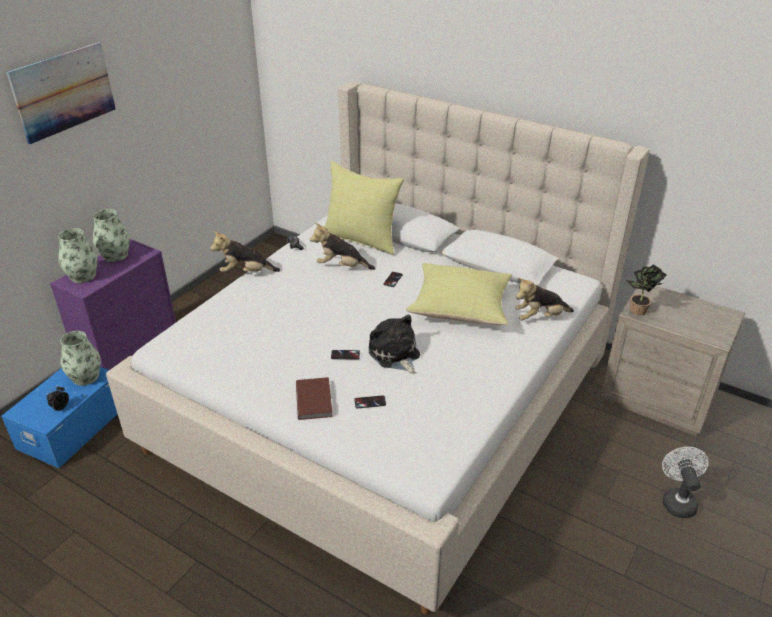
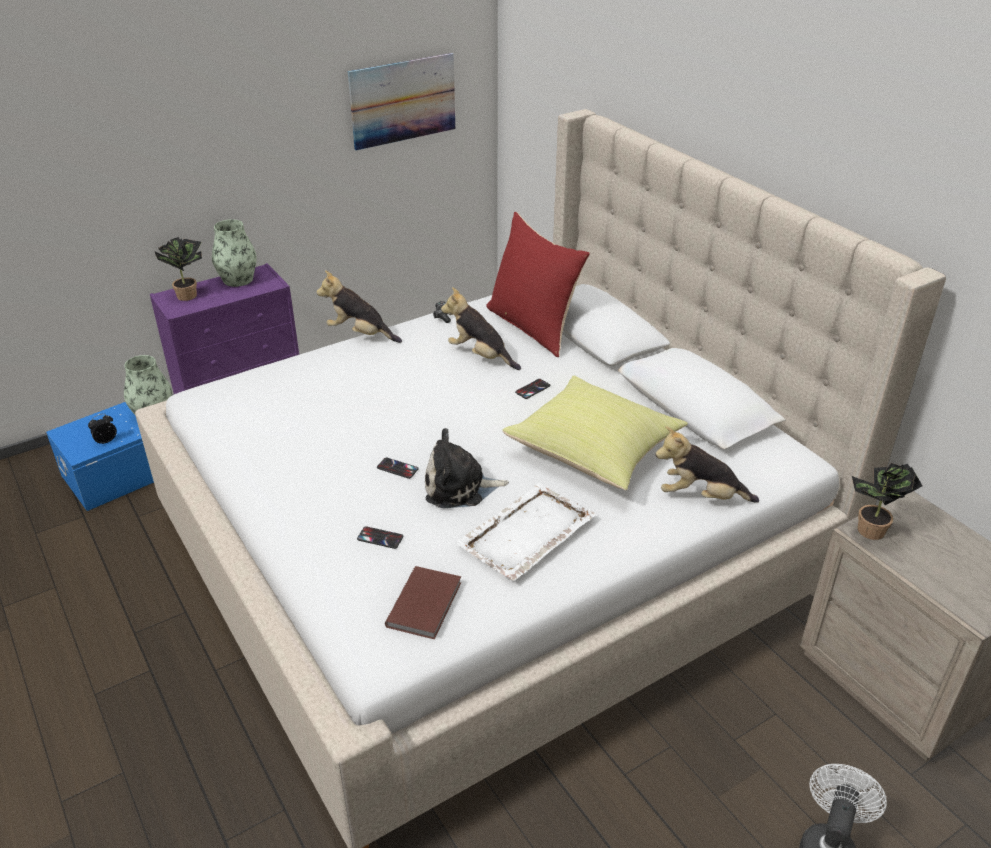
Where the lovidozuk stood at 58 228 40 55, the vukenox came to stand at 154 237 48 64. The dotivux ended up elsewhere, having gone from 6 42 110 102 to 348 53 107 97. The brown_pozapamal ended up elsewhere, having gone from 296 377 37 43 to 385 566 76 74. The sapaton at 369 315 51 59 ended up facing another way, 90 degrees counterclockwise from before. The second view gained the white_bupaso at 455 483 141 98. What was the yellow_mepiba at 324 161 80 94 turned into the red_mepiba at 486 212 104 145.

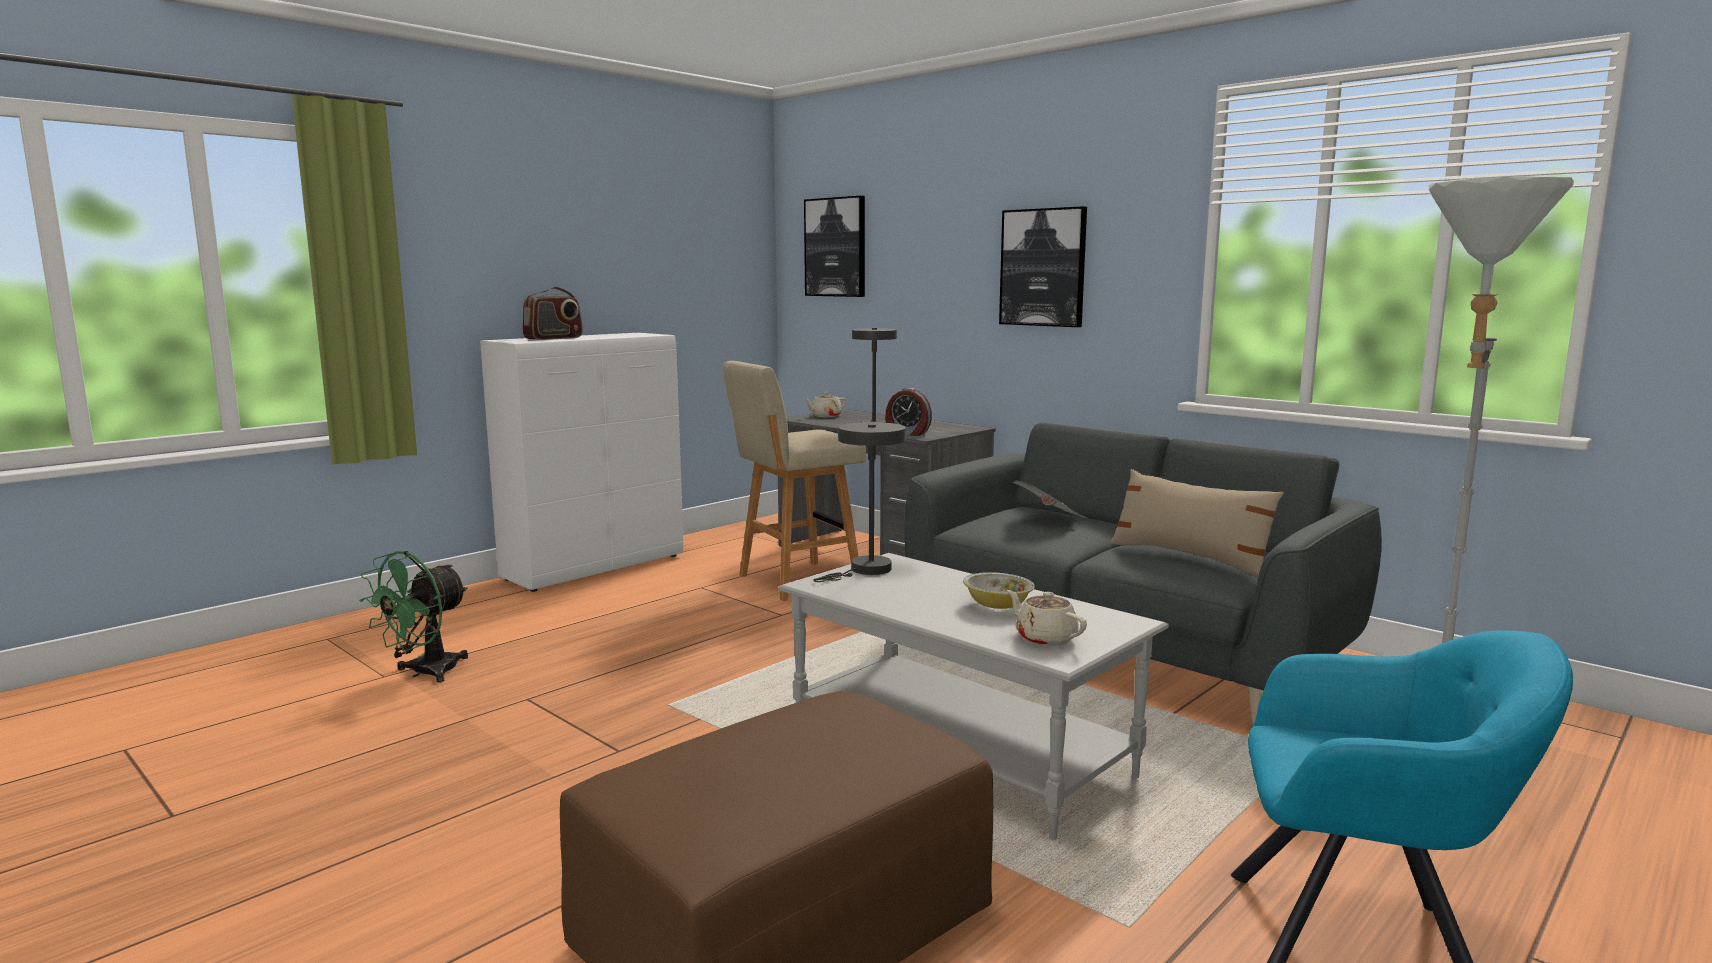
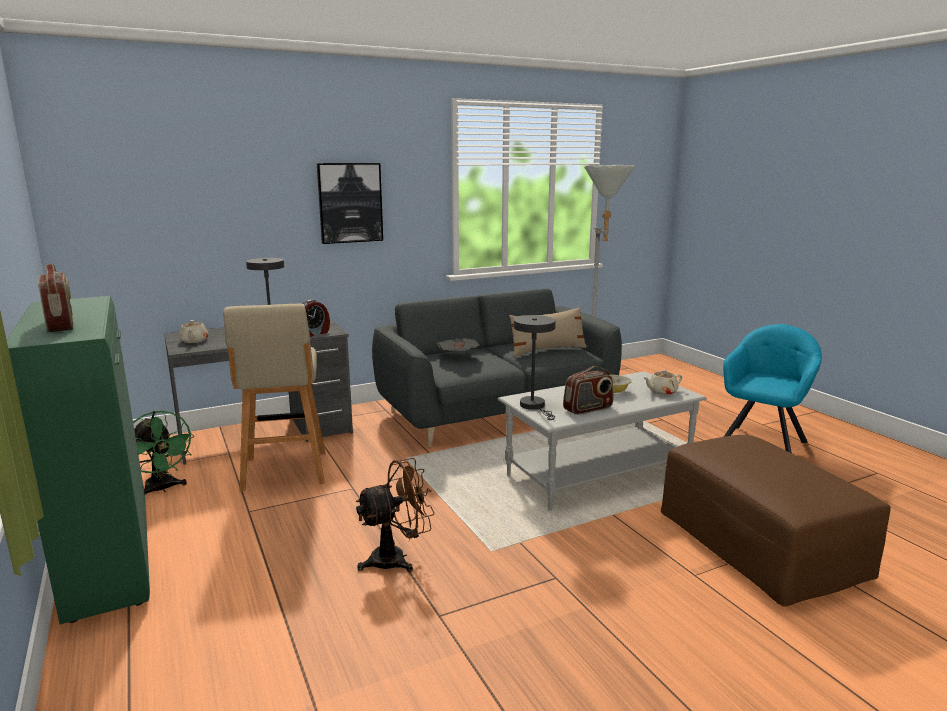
What was the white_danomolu at 480 333 204 259 turned into the green_danomolu at 7 296 143 328. The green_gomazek ended up elsewhere, having gone from 359 551 109 131 to 133 411 61 83. The second view gained the brown_gomazek at 356 458 79 114. The second view gained the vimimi at 563 366 50 49. The second view lost the dotivux at 804 196 61 101.

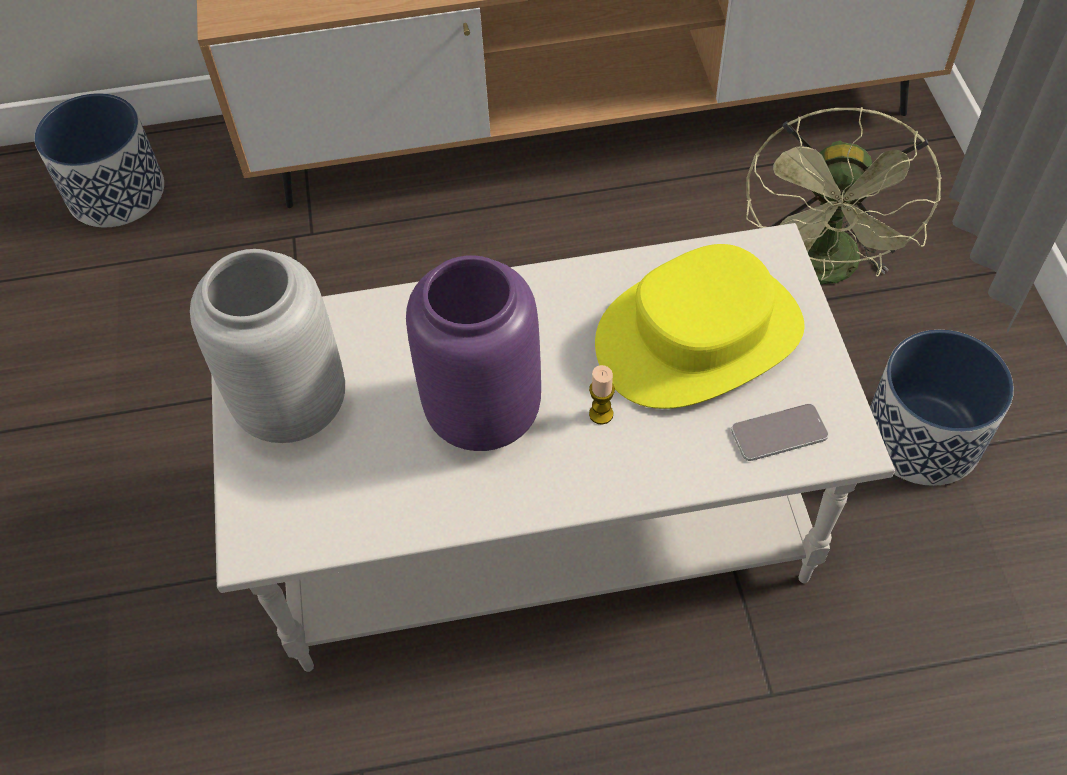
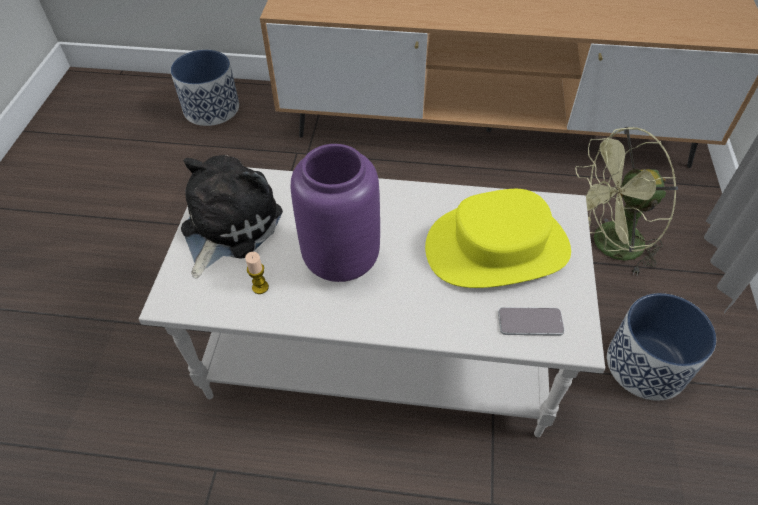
Where the grey_lovidozuk stood at 190 249 155 194, the sapaton came to stand at 181 155 102 123. The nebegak ended up elsewhere, having gone from 589 365 26 60 to 245 252 24 42. The green_gomazek at 746 107 196 177 ended up facing another way, 45 degrees clockwise from before.

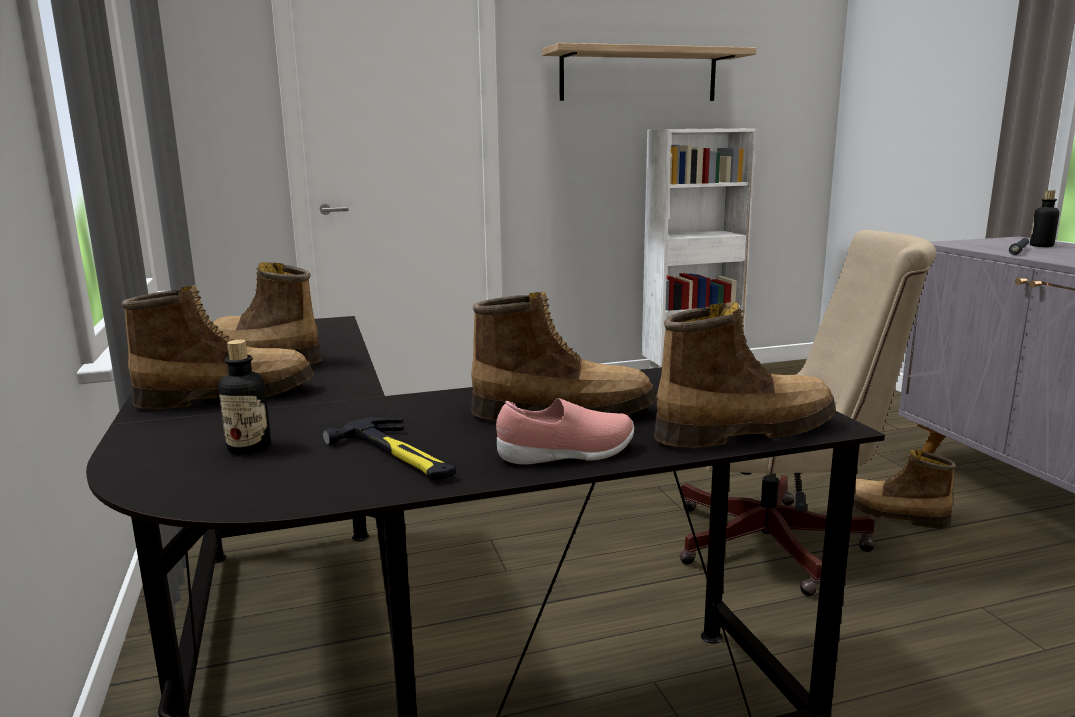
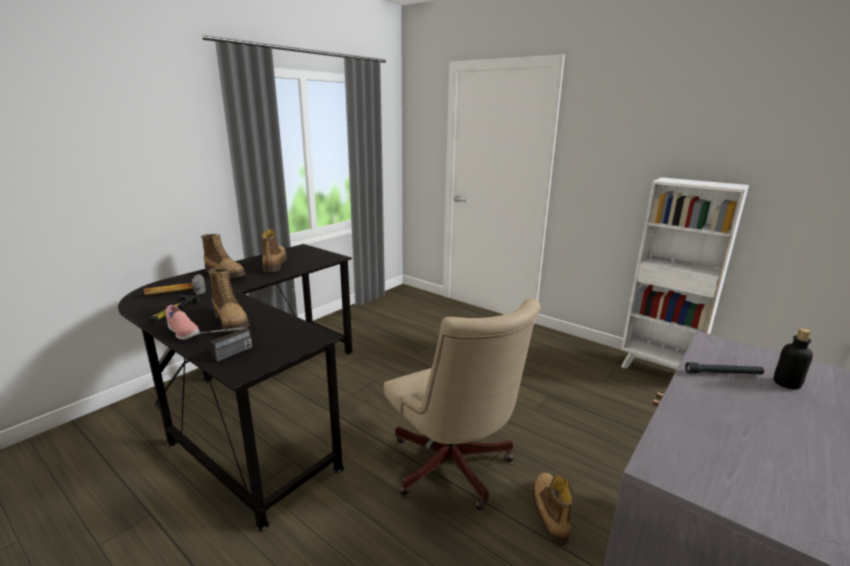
Where the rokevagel stood at 219 340 52 115, the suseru came to stand at 144 274 62 21. Where the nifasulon stood at 654 302 182 146, the vimimi came to stand at 185 327 68 35. The second view lost the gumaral at 542 43 215 58.

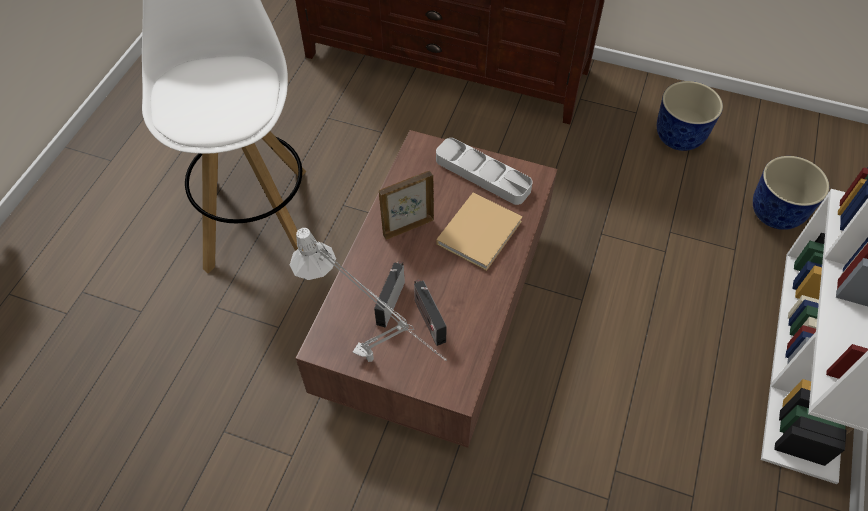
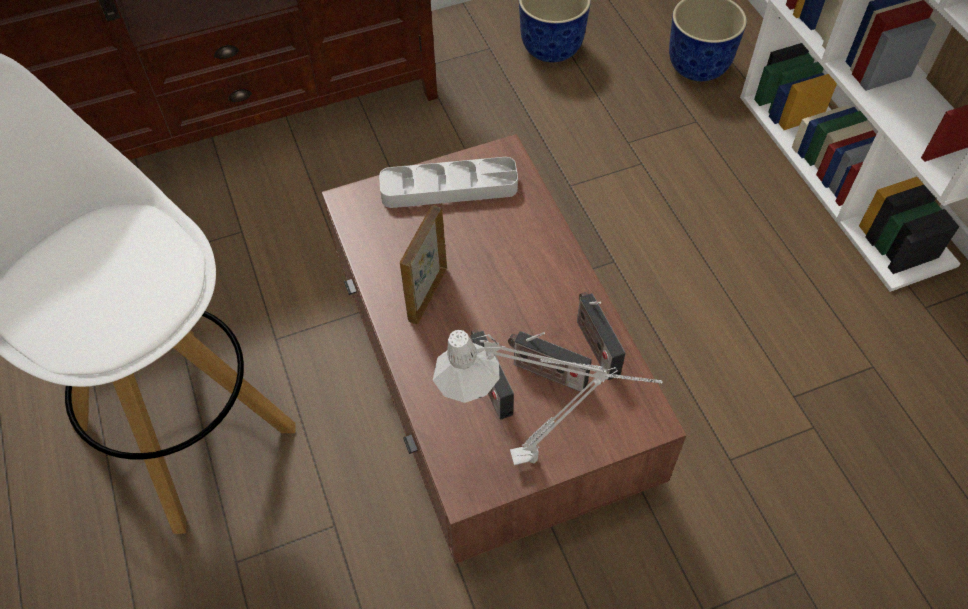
The second view gained the vimimi at 577 292 49 88. The second view lost the beige_pozapamal at 436 192 86 79.

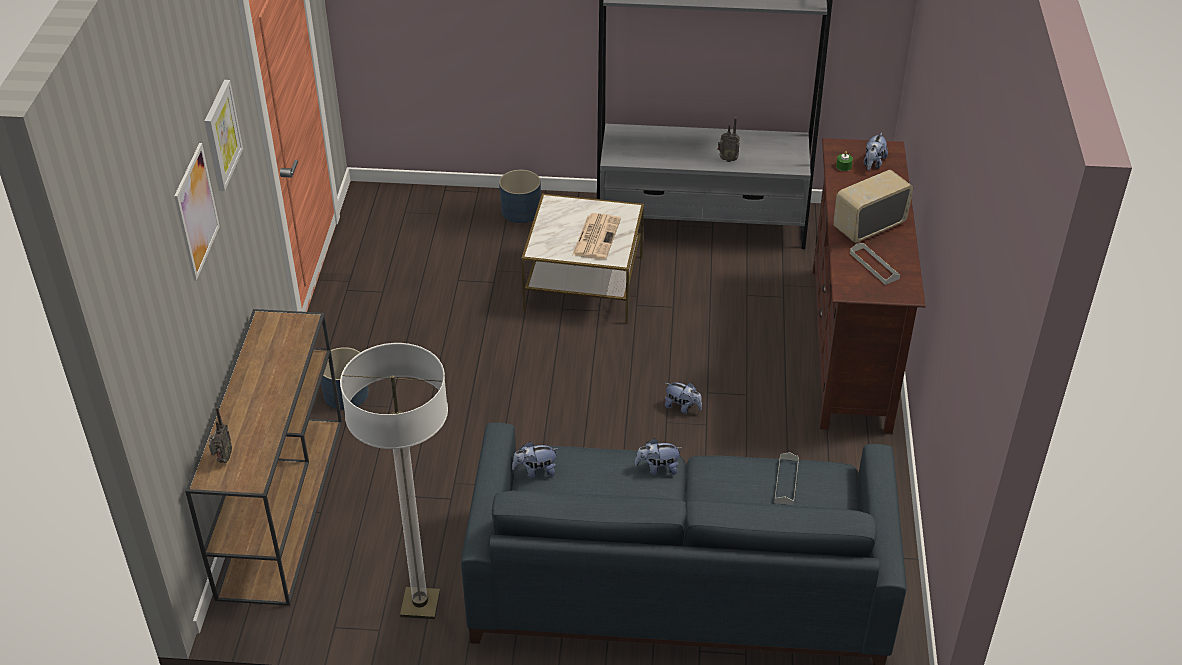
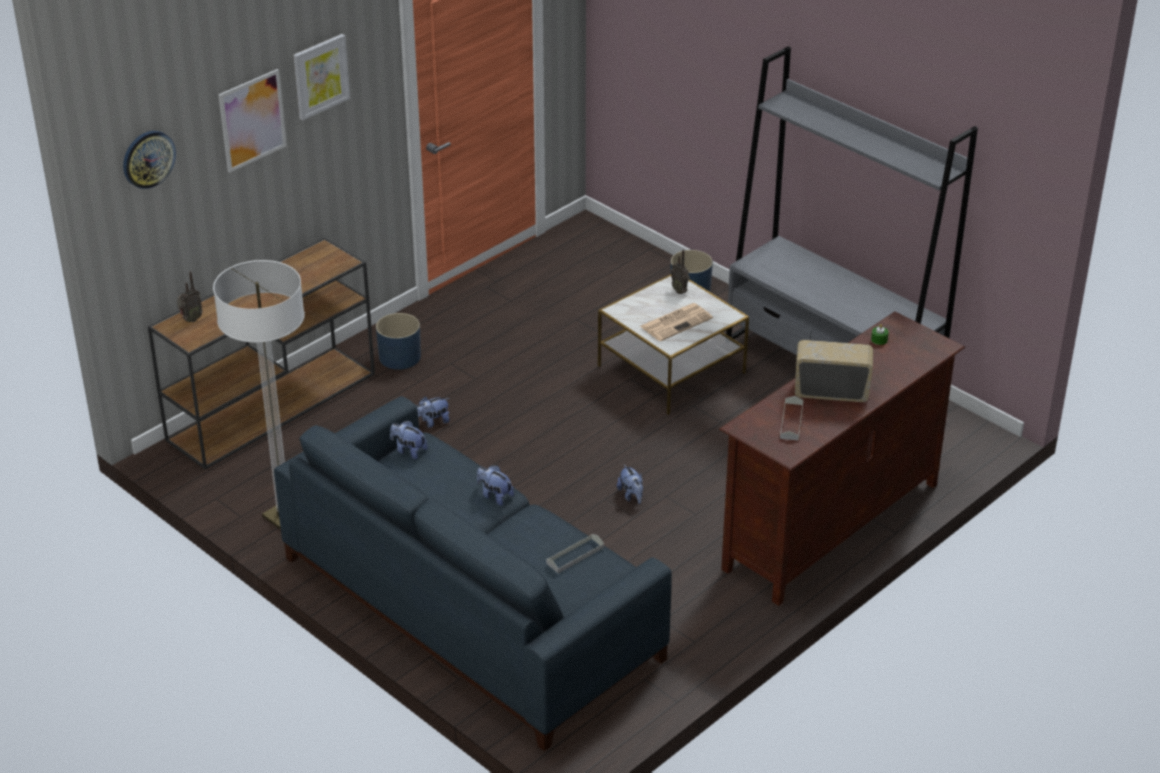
The second view gained the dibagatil at 123 131 53 58. The sapaton ended up elsewhere, having gone from 864 133 24 37 to 417 397 33 31. The vimimi ended up elsewhere, having gone from 718 117 22 45 to 671 249 19 45.

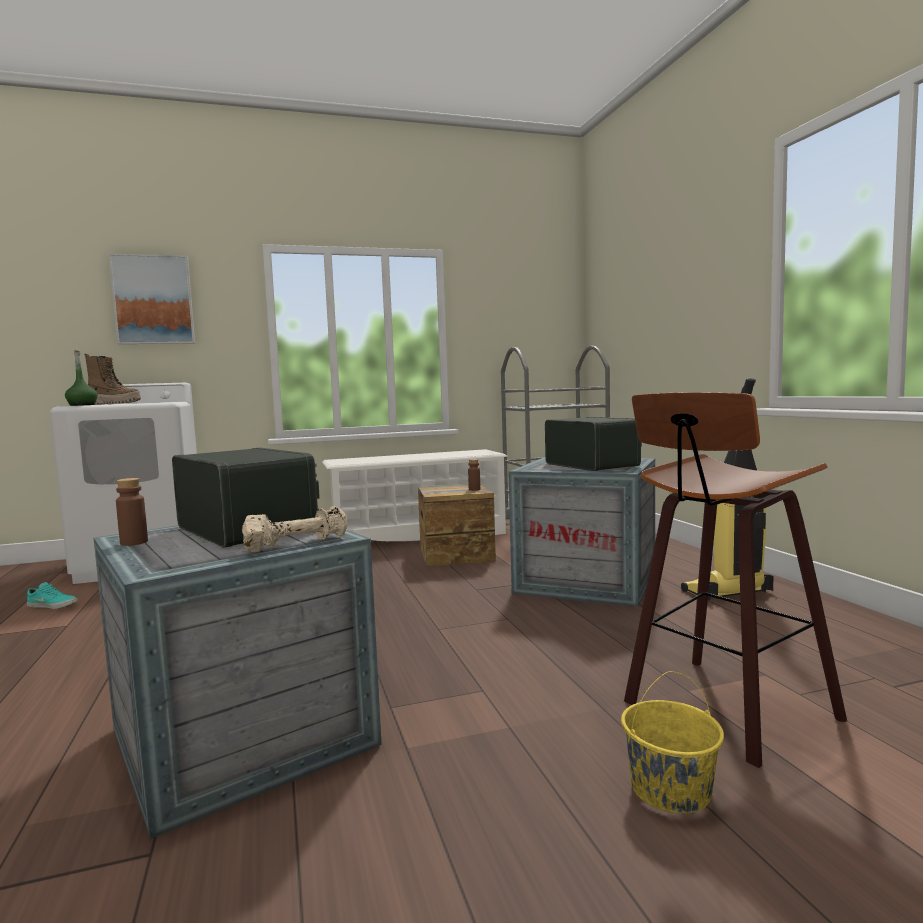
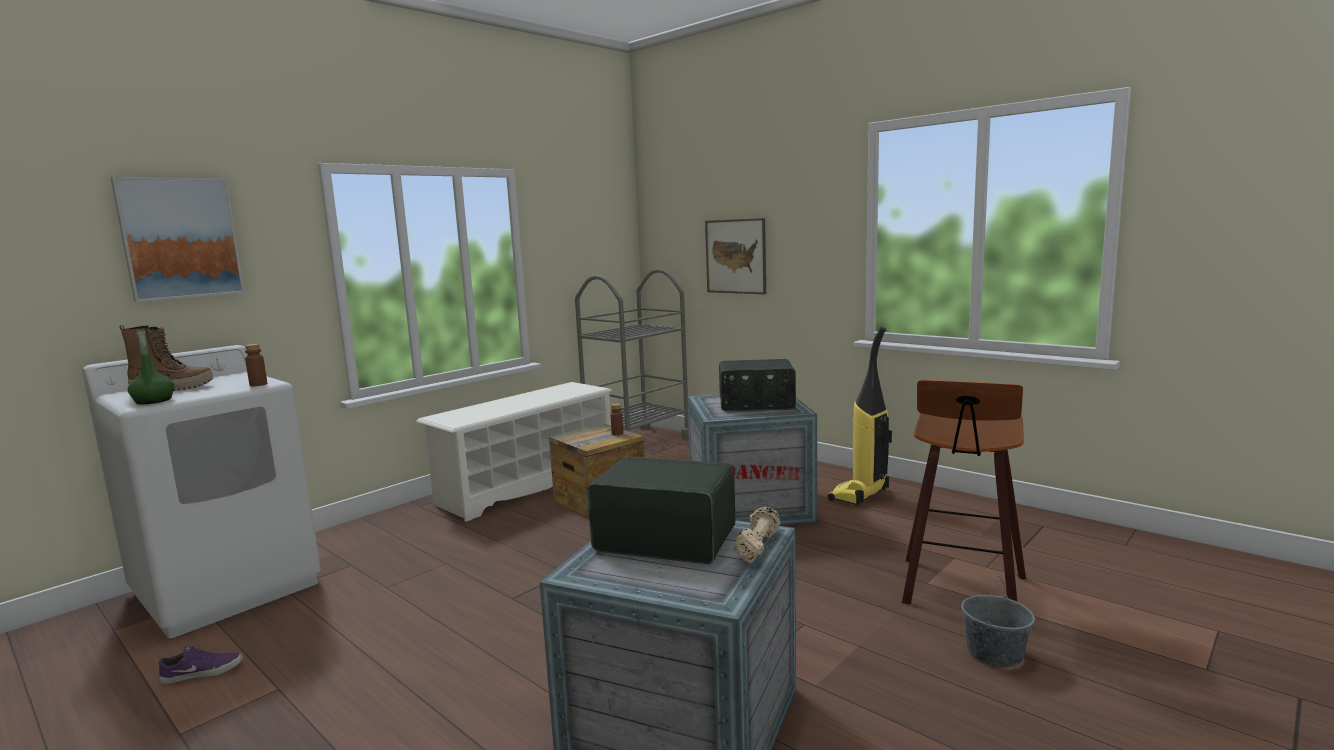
What was the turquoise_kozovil at 27 582 51 27 turned into the purple_kozovil at 159 645 84 39. The brown_rokevagel ended up elsewhere, having gone from 116 478 32 68 to 245 344 22 42. The second view gained the dotivux at 705 218 61 76. The vimimi at 545 417 97 54 ended up facing another way, 150 degrees clockwise from before. What was the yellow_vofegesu at 621 671 103 143 turned into the grey_vofegesu at 961 576 74 91.

